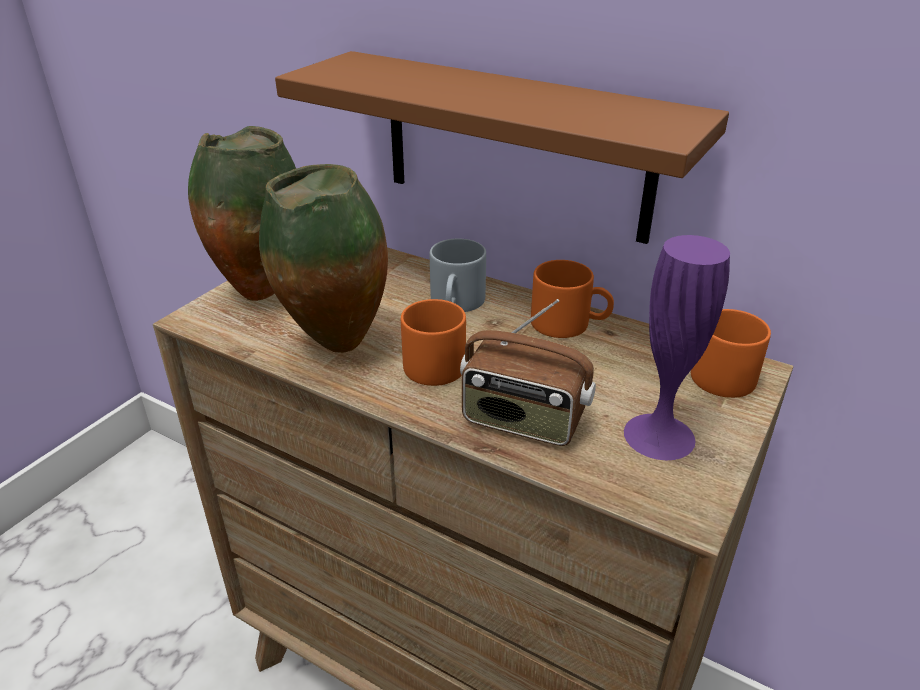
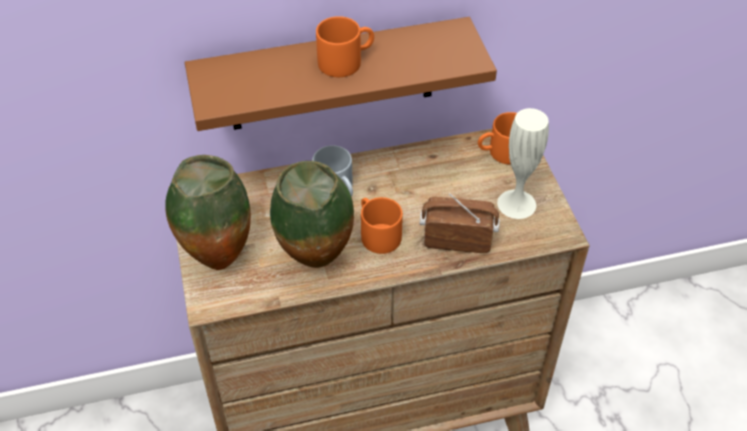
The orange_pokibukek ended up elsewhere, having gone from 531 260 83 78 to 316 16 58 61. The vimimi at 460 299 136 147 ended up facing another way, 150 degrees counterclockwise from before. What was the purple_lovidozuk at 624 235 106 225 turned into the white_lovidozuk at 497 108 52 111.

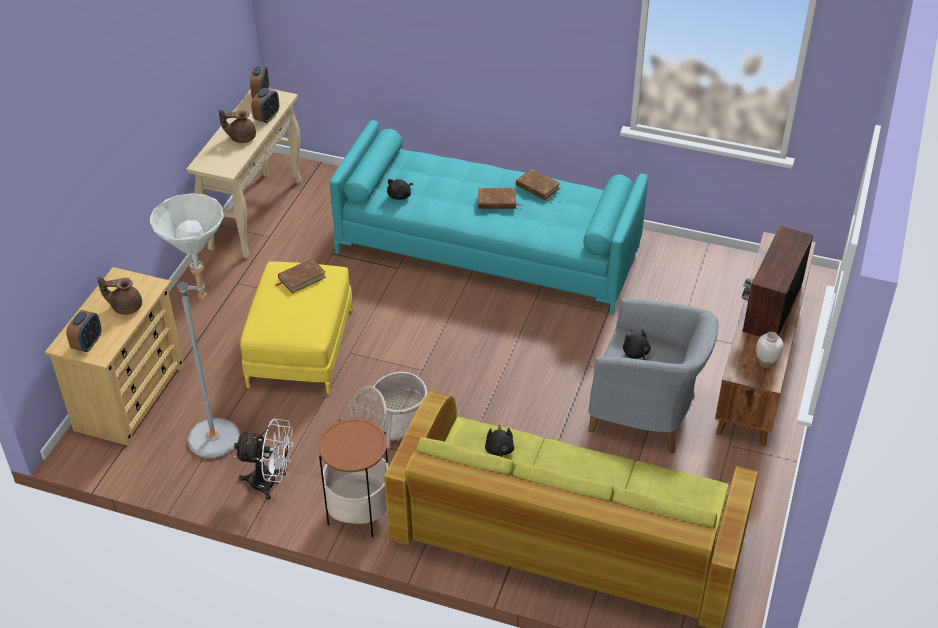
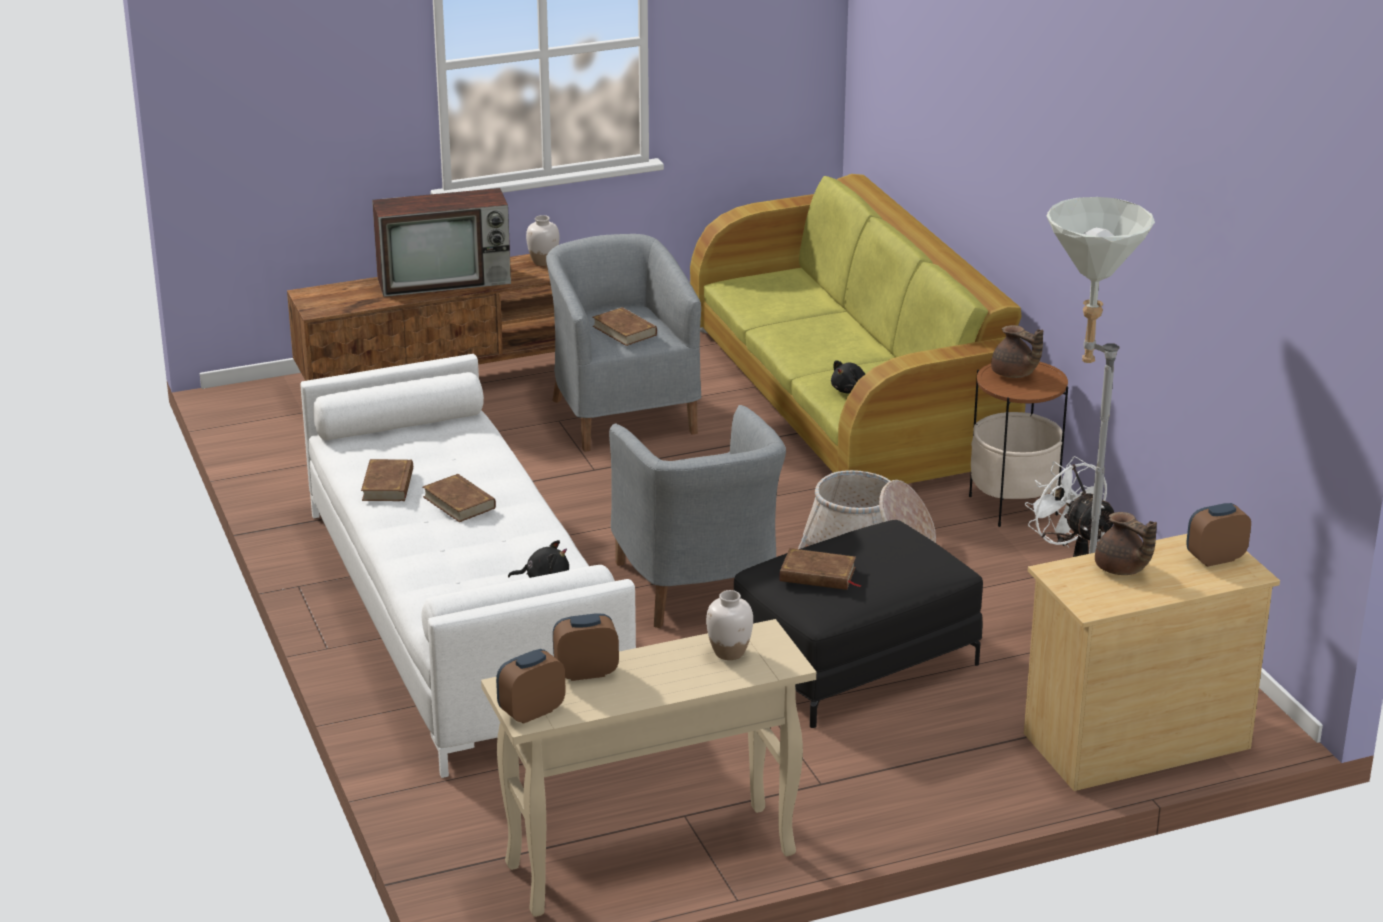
What was the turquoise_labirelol at 330 120 318 195 turned into the white_labirelol at 300 354 336 424. Where the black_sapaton stood at 623 330 28 30, the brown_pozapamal came to stand at 592 307 65 39. The second view gained the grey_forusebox at 609 405 177 223. The second view gained the white_lovidozuk at 706 590 47 70. What was the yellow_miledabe at 240 261 113 134 turned into the black_miledabe at 734 520 249 208. The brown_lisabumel ended up elsewhere, having gone from 219 109 37 34 to 991 325 52 53.

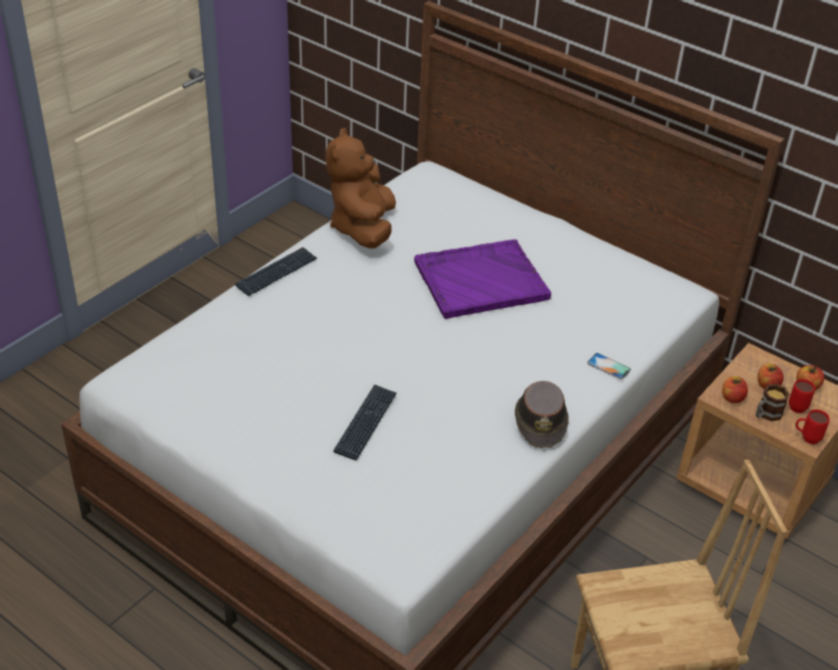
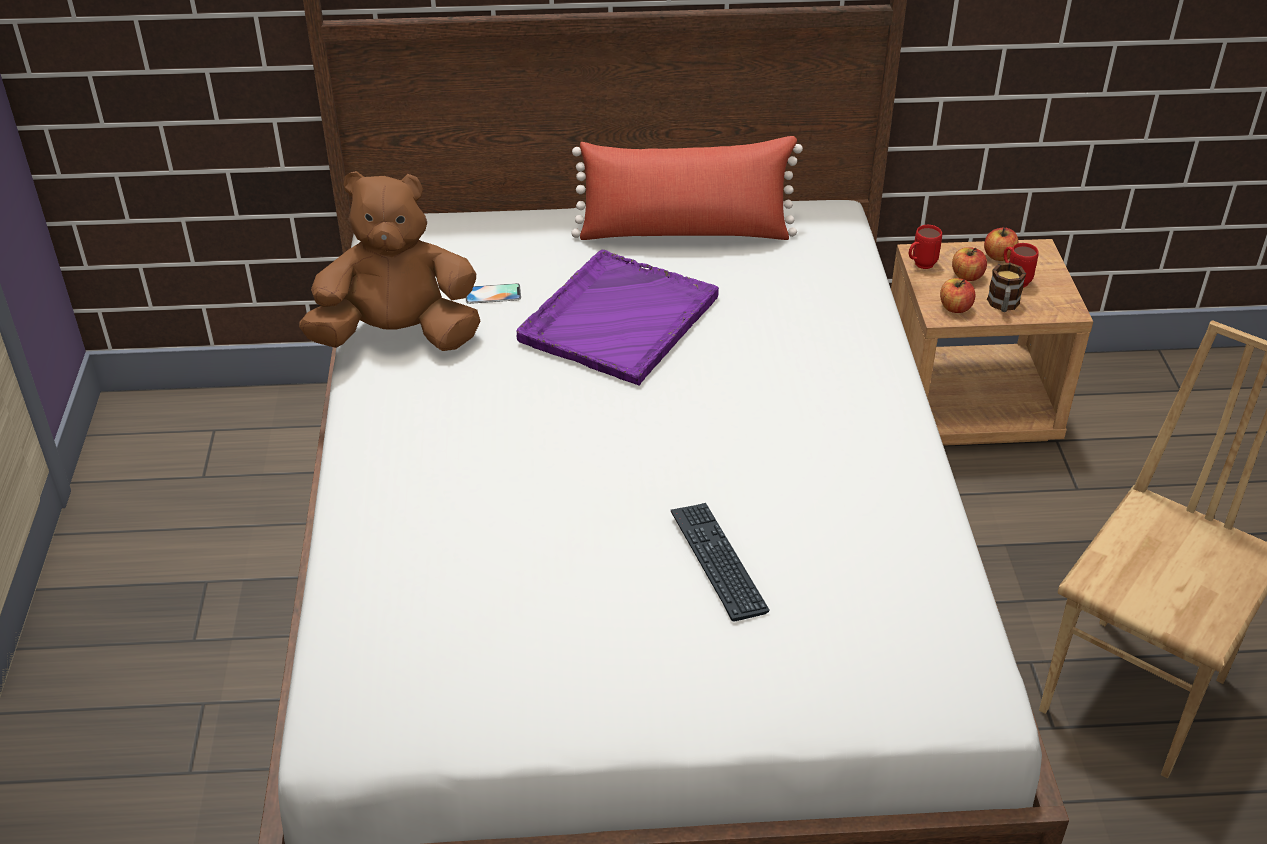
The brown_sapaton at 326 128 70 121 ended up facing another way, 120 degrees clockwise from before. The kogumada ended up elsewhere, having gone from 587 353 44 27 to 466 283 55 21. The second view gained the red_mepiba at 571 136 232 104. The red_pokibukek ended up elsewhere, having gone from 795 409 35 35 to 909 225 33 44. The second view lost the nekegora at 235 247 82 49. The second view lost the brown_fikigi at 515 381 54 67.

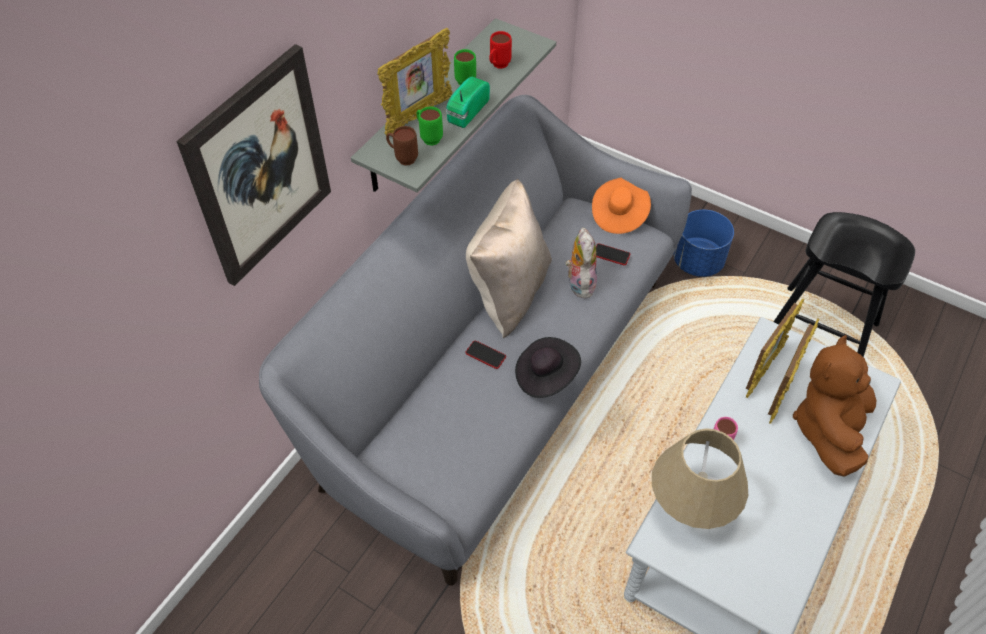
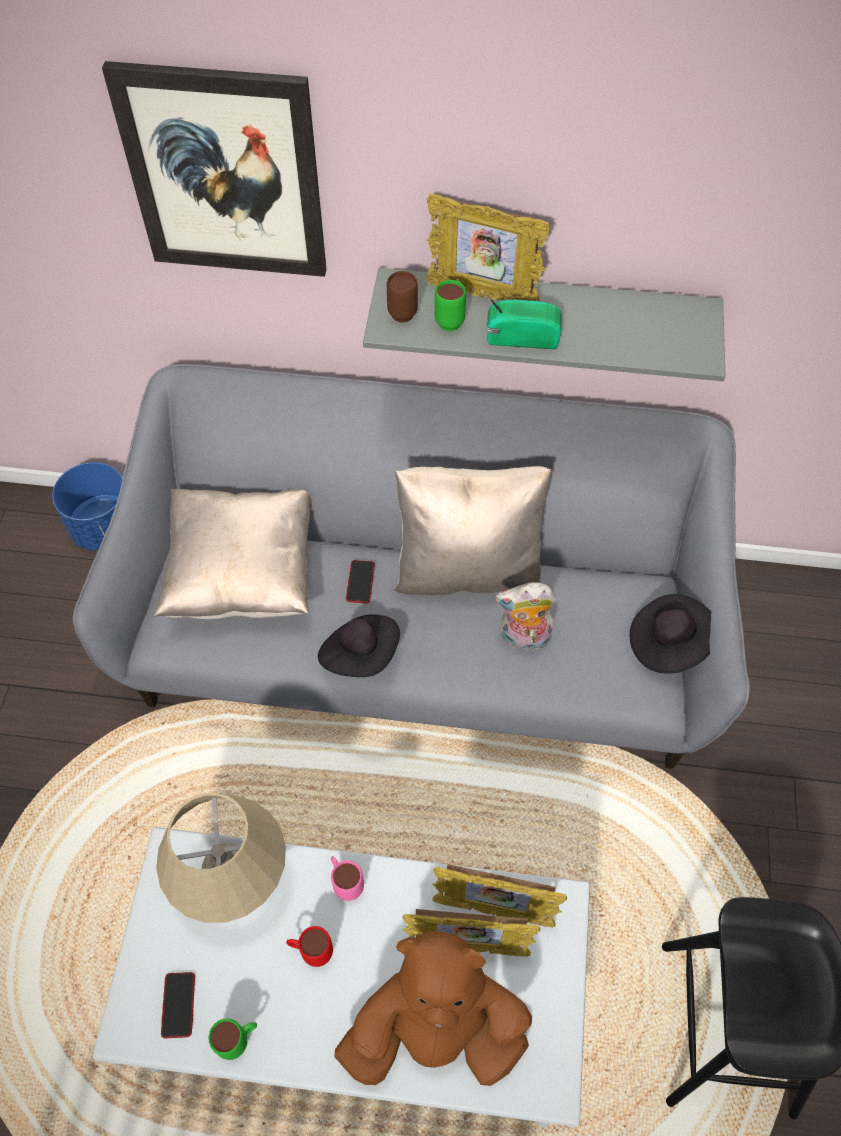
The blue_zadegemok ended up elsewhere, having gone from 673 210 61 67 to 52 462 71 89. The second view gained the beige_mepiba at 153 489 159 130. The kogumada ended up elsewhere, having gone from 596 244 34 21 to 161 972 34 66. The green_pokibukek ended up elsewhere, having gone from 454 49 22 36 to 209 1019 48 41. The red_pokibukek ended up elsewhere, having gone from 489 31 23 38 to 286 926 47 41. The sapaton at 566 227 31 71 ended up facing another way, 150 degrees counterclockwise from before. What was the orange_fikigi at 592 178 59 56 turned into the black_fikigi at 630 594 81 79.

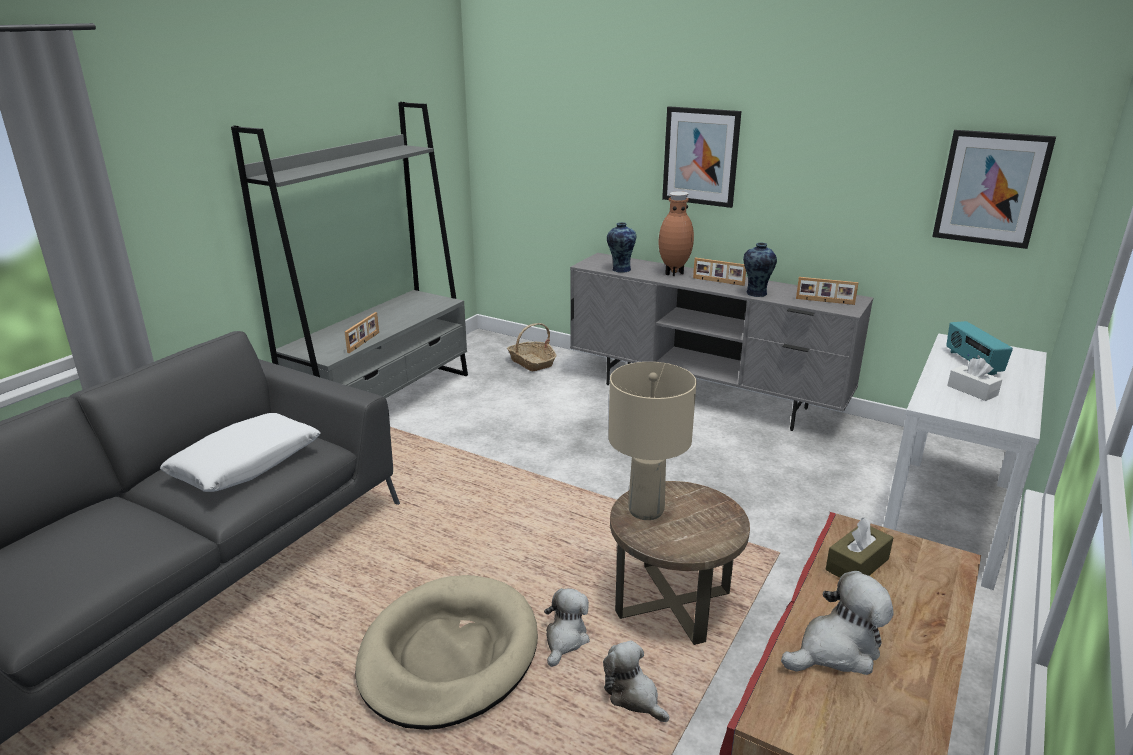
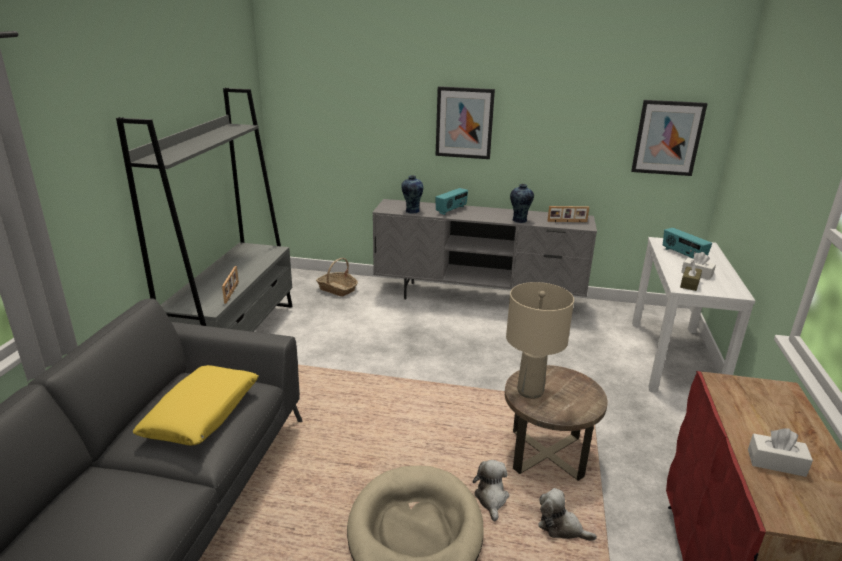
What was the white_mepiba at 160 413 161 79 turned into the yellow_mepiba at 133 365 126 81. Where the brown_lovidozuk stood at 659 191 35 85, the vimimi came to stand at 435 188 33 27. The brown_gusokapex ended up elsewhere, having gone from 826 518 67 60 to 680 261 22 30. Where the sapaton stood at 781 571 113 104, the white_gusokapex came to stand at 748 428 65 49. The second view lost the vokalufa at 693 258 53 28.

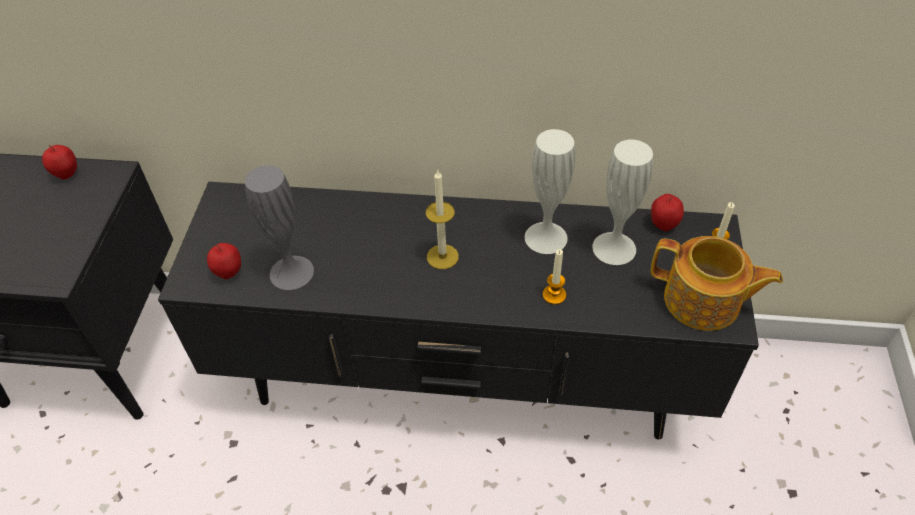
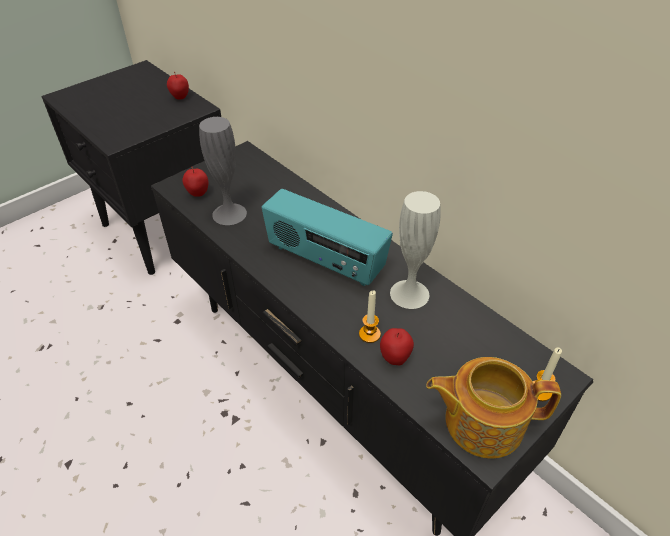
Where the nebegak stood at 426 170 33 99, the vimimi came to stand at 262 189 131 97. The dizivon ended up elsewhere, having gone from 651 194 33 37 to 380 328 34 37. The lisabumel at 651 236 132 95 ended up facing another way, 120 degrees clockwise from before. The second view lost the white_lovidozuk at 592 139 61 126.

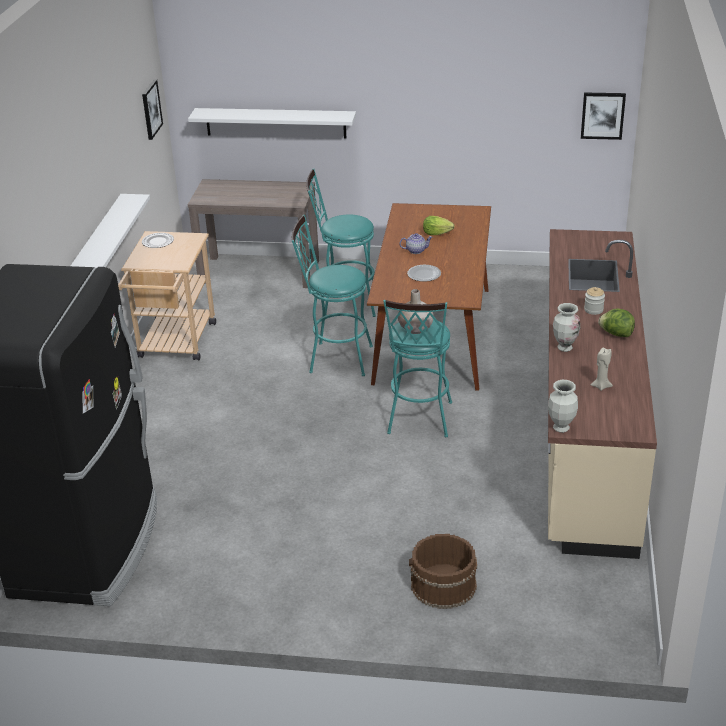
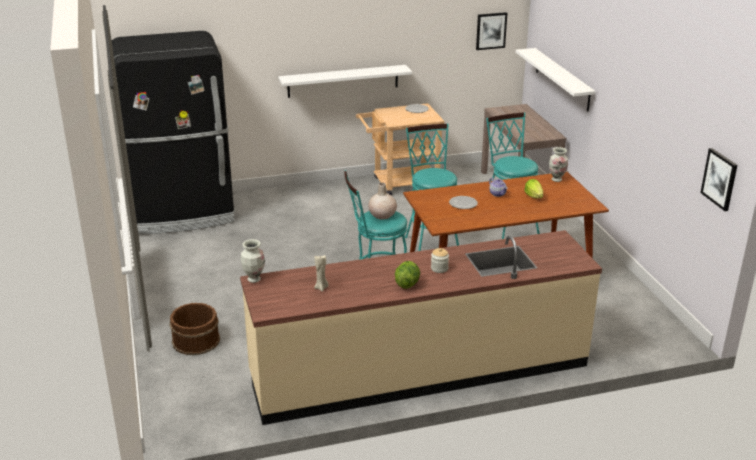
The lovidozuk ended up elsewhere, having gone from 553 303 27 49 to 549 147 19 35.

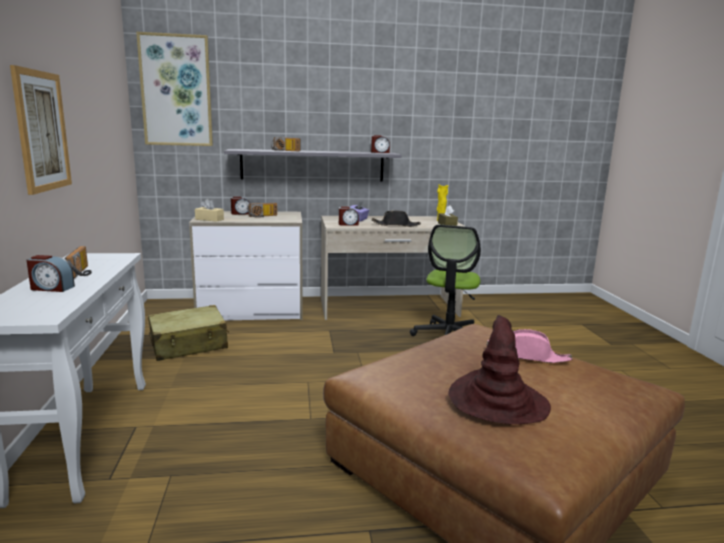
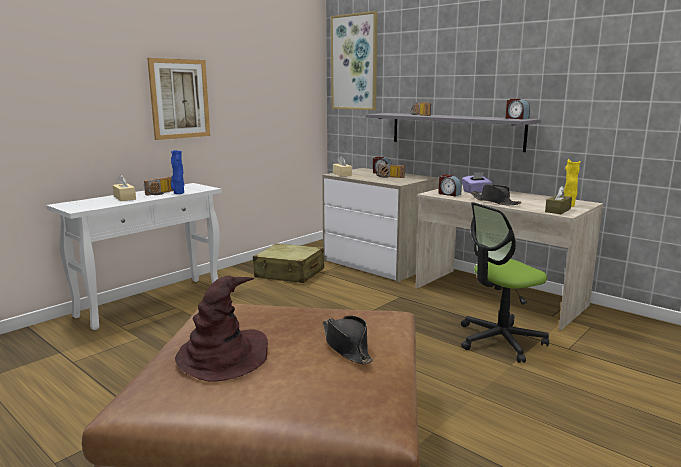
Where the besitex stood at 26 255 49 37, the beige_gusokapex came to stand at 113 175 23 26. The second view gained the blue_lovidozuk at 171 150 14 44. What was the pink_fikigi at 486 329 87 34 turned into the black_fikigi at 322 315 51 49.

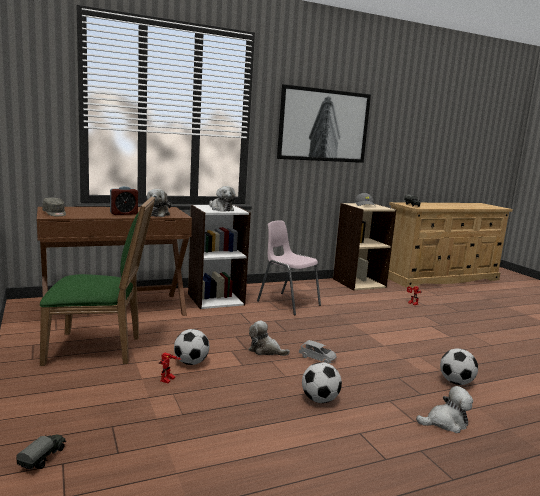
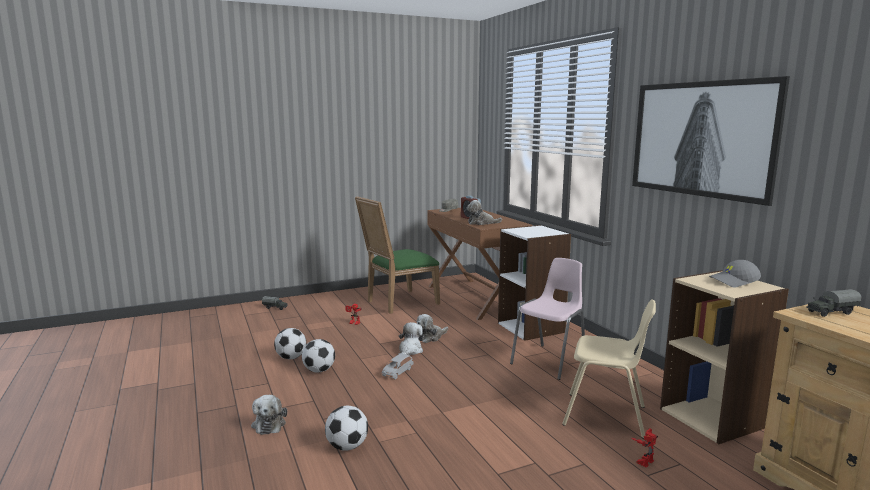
The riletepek ended up elsewhere, having gone from 174 329 35 36 to 274 328 32 31. The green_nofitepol at 40 197 115 169 ended up facing another way, 60 degrees clockwise from before. The sapaton ended up elsewhere, having gone from 209 186 27 26 to 417 314 31 29. The second view gained the beige_nofitepol at 562 299 94 140.

